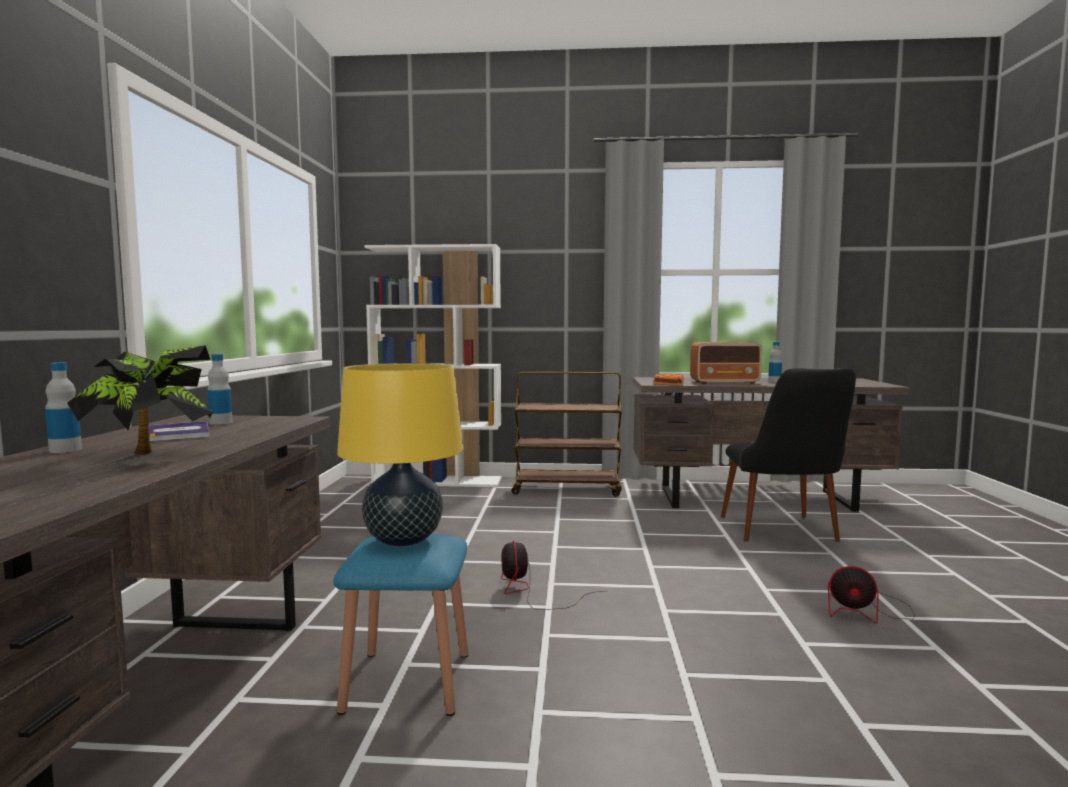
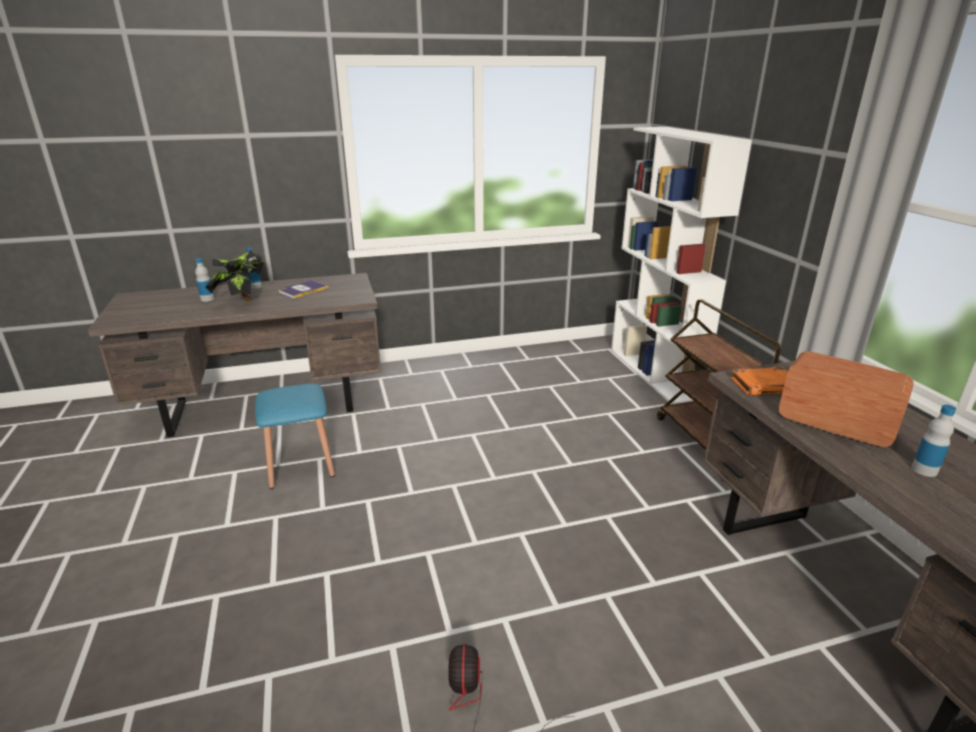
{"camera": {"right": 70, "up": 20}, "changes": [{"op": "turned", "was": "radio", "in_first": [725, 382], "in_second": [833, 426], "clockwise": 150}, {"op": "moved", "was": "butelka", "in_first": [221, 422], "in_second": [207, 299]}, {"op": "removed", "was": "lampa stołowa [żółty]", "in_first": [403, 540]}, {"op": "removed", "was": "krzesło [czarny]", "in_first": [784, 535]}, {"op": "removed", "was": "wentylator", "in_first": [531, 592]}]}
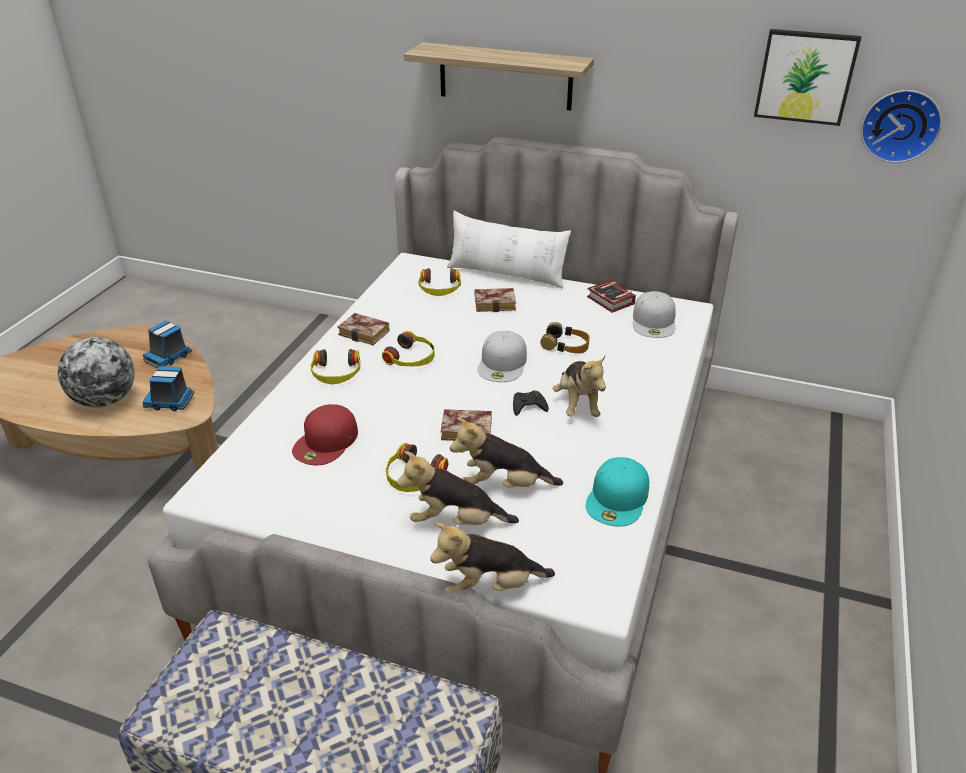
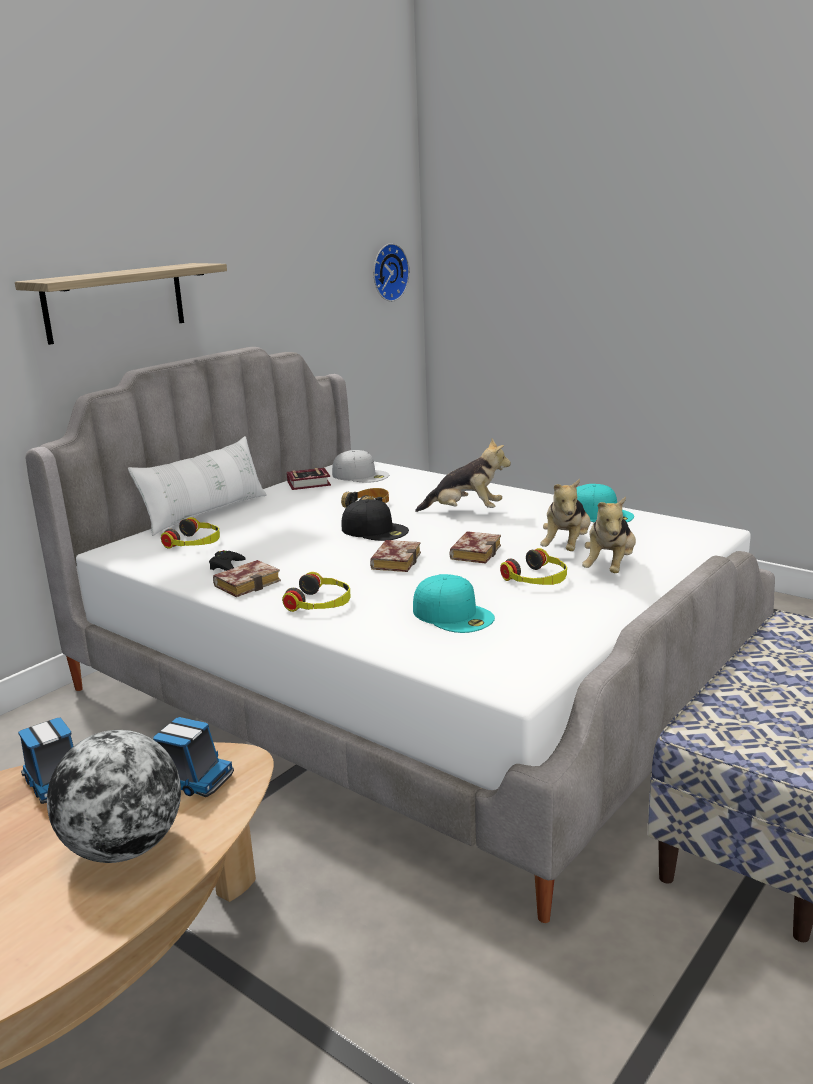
{"camera": {"right": -70, "up": -15}, "changes": [{"op": "removed", "was": "obraz", "in_first": [805, 76]}, {"op": "moved", "was": "książka", "in_first": [496, 303], "in_second": [395, 561]}, {"op": "removed", "was": "słuchawki", "in_first": [411, 358]}, {"op": "recoloured", "was": "czapka z daszkiem [biały]", "now": "czapka z daszkiem [czarny]", "in_first": [503, 363], "in_second": [375, 530]}, {"op": "turned", "was": "ciężarówka zabawkowa", "in_first": [170, 402], "in_second": [191, 780], "clockwise": -90}, {"op": "moved", "was": "pad do gier [czarny]", "in_first": [528, 406], "in_second": [227, 566]}, {"op": "recoloured", "was": "czapka z daszkiem [czerwony]", "now": "czapka z daszkiem [turkusowy]", "in_first": [326, 442], "in_second": [453, 614]}, {"op": "removed", "was": "pluszak", "in_first": [490, 586]}]}
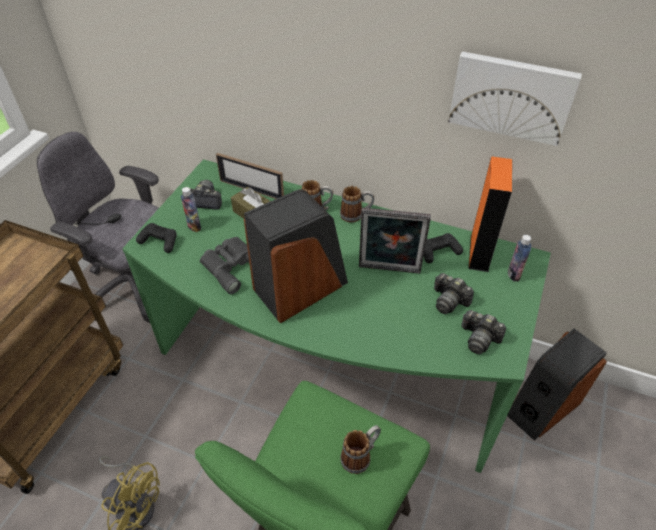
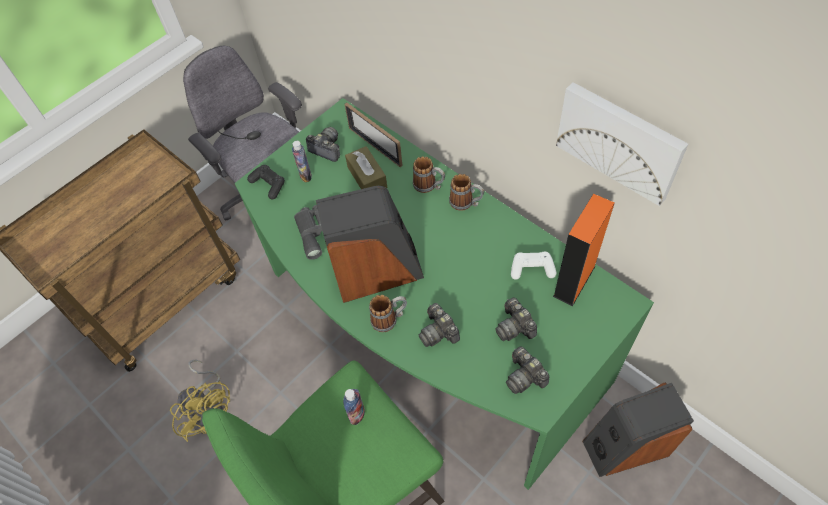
{"camera": {"right": 25, "up": 10}, "changes": [{"op": "removed", "was": "ramka na zdjęcie", "in_first": [389, 271]}, {"op": "recoloured", "was": "pad do gier [czarny]", "now": "pad do gier [biały]", "in_first": [439, 252], "in_second": [532, 269]}, {"op": "moved", "was": "butelka", "in_first": [513, 274], "in_second": [357, 414]}, {"op": "moved", "was": "kubek", "in_first": [360, 456], "in_second": [389, 319]}, {"op": "added", "now": "aparat fotograficzny", "in_second": [438, 332]}]}
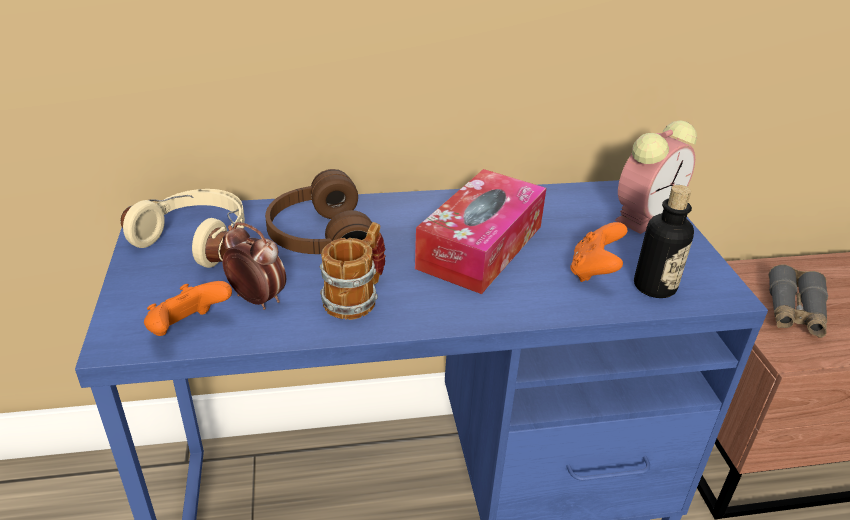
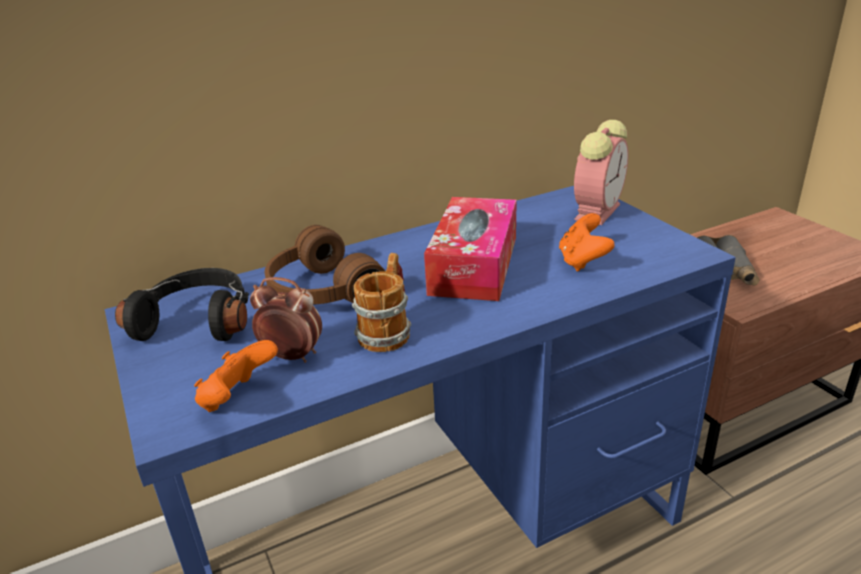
{"camera": {"right": -15, "up": -5}, "changes": [{"op": "removed", "was": "butelka", "in_first": [654, 286]}, {"op": "recoloured", "was": "słuchawki [beżowy]", "now": "słuchawki [czarny]", "in_first": [198, 239], "in_second": [198, 320]}]}
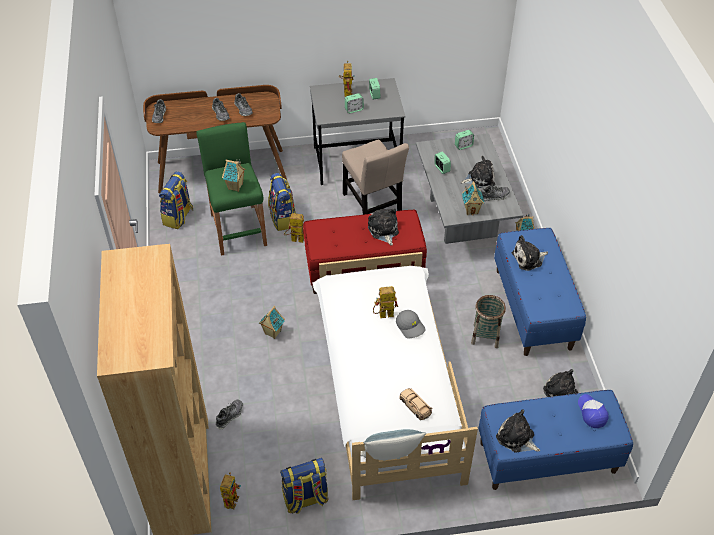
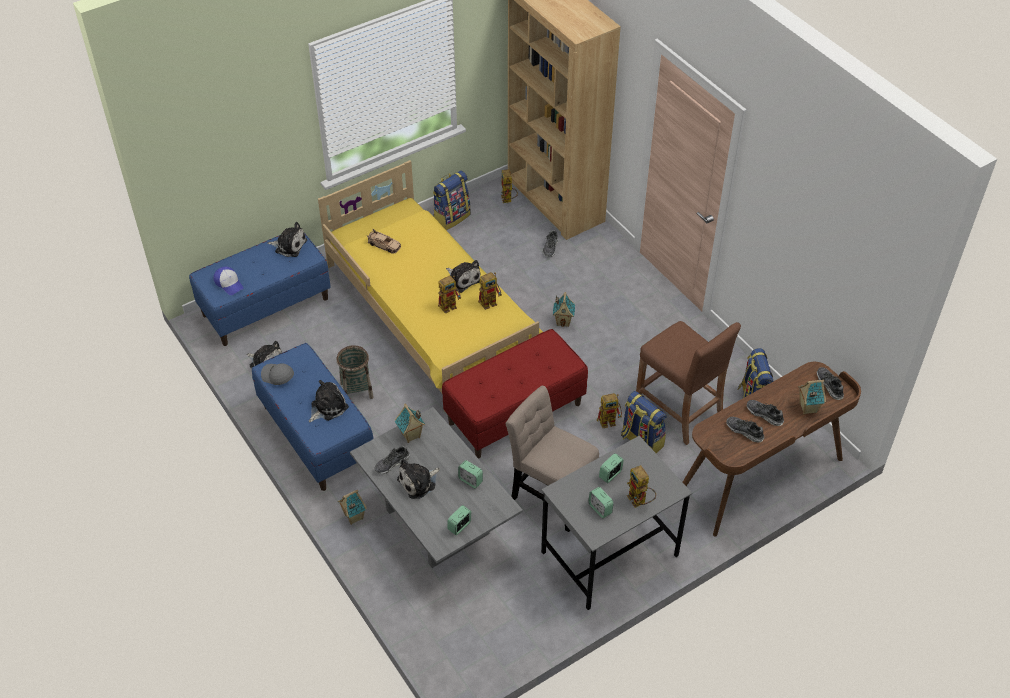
{"camera": {"right": 155, "up": 0}, "changes": [{"op": "recoloured", "was": "stołek [zielony]", "now": "stołek [brązowy]", "in_first": [238, 229], "in_second": [678, 410]}, {"op": "moved", "was": "domek", "in_first": [235, 187], "in_second": [807, 408]}, {"op": "moved", "was": "pluszak", "in_first": [383, 231], "in_second": [462, 279]}, {"op": "recoloured", "was": "łóżko [biały]", "now": "łóżko [żółty]", "in_first": [387, 385], "in_second": [430, 314]}, {"op": "moved", "was": "czapka z daszkiem [szary]", "in_first": [410, 326], "in_second": [277, 376]}, {"op": "removed", "was": "poduszka", "in_first": [391, 457]}, {"op": "added", "now": "robot zabawkowy", "in_second": [491, 302]}]}
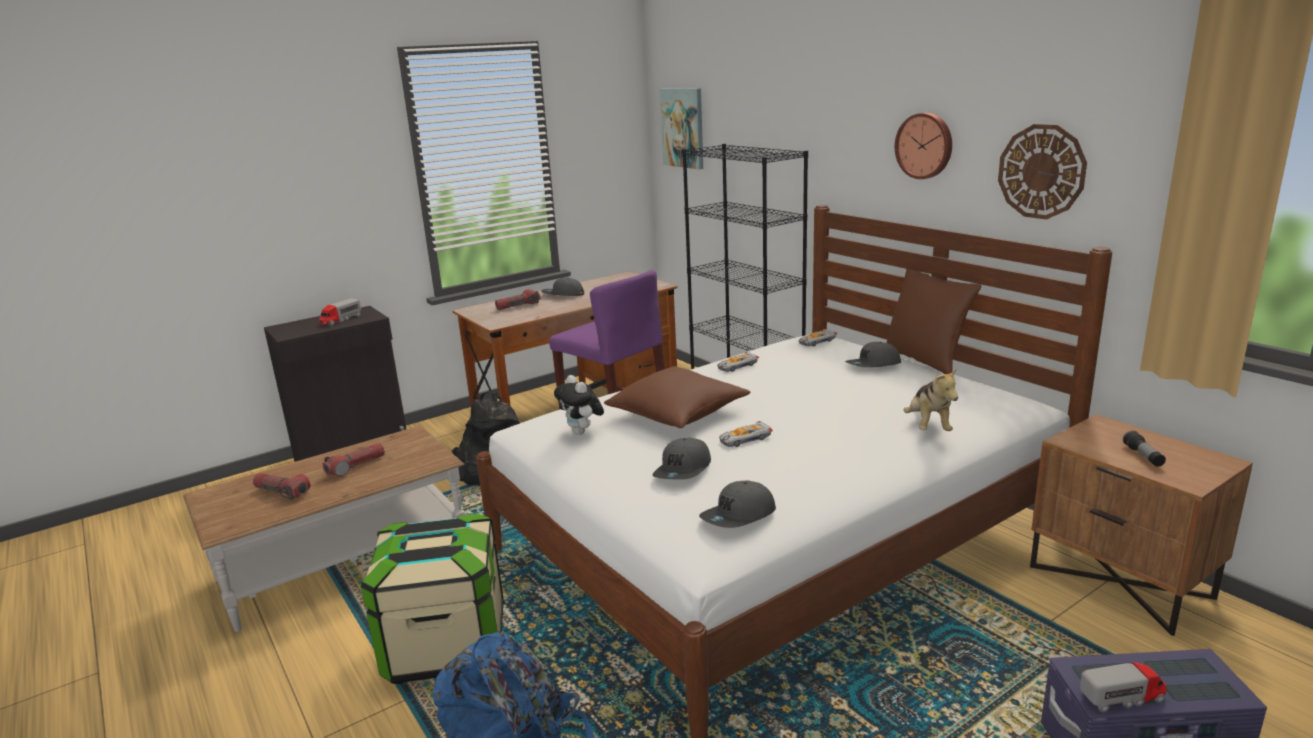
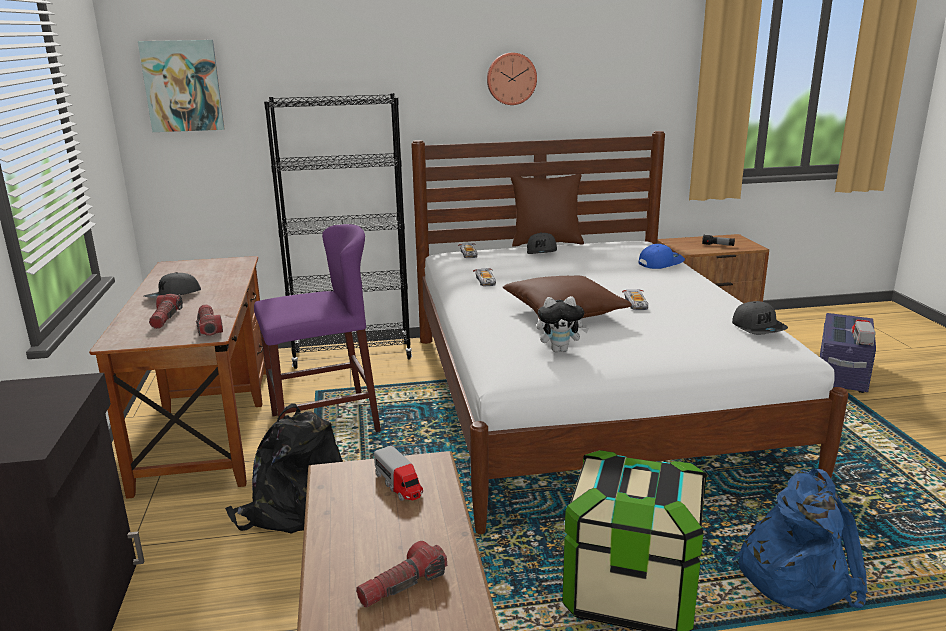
{"camera": {"right": -65, "up": 0}, "changes": [{"op": "removed", "was": "zegar ścienny", "in_first": [1041, 171]}, {"op": "moved", "was": "ciężarówka zabawkowa", "in_first": [340, 320], "in_second": [399, 484]}, {"op": "replaced", "was": "pluszak", "now": "czapka z daszkiem [niebieski]", "in_first": [928, 426], "in_second": [660, 262]}, {"op": "removed", "was": "czapka z daszkiem [szary]", "in_first": [683, 470]}, {"op": "moved", "was": "latarka", "in_first": [356, 467], "in_second": [209, 328]}]}
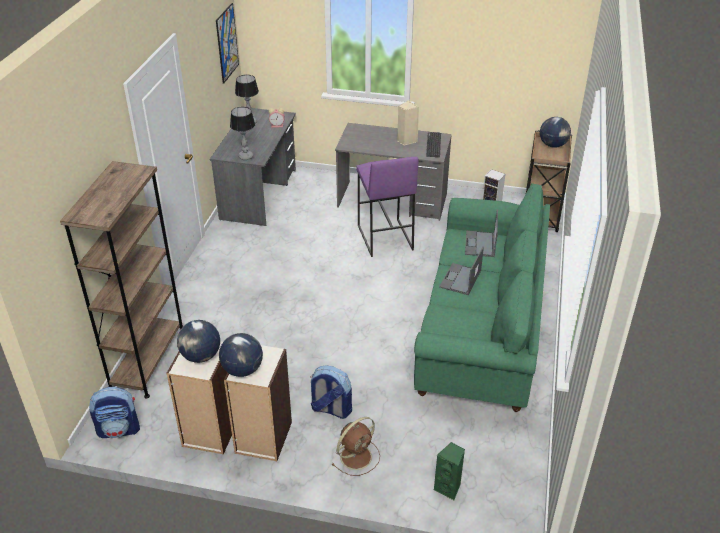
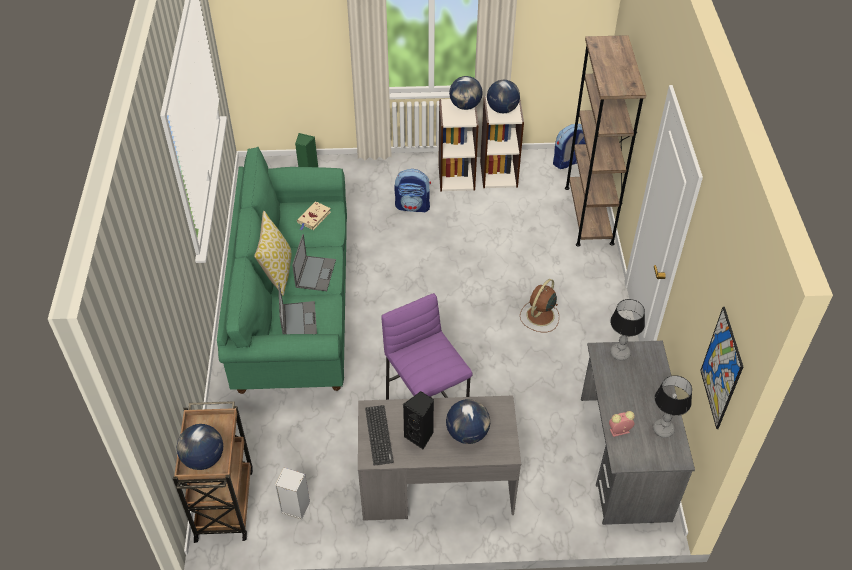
{"camera": {"right": 165, "up": 10}, "changes": [{"op": "recoloured", "was": "głośnik [beżowy]", "now": "głośnik [czarny]", "in_first": [406, 141], "in_second": [420, 436]}, {"op": "moved", "was": "wentylator [brązowy]", "in_first": [357, 456], "in_second": [539, 316]}, {"op": "added", "now": "książka [beżowy]", "in_second": [313, 218]}, {"op": "added", "now": "poduszka", "in_second": [277, 272]}, {"op": "added", "now": "globus", "in_second": [467, 433]}]}
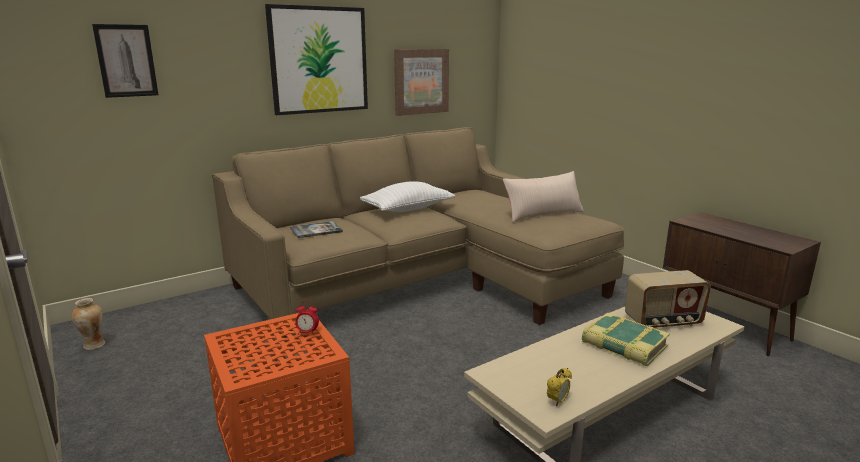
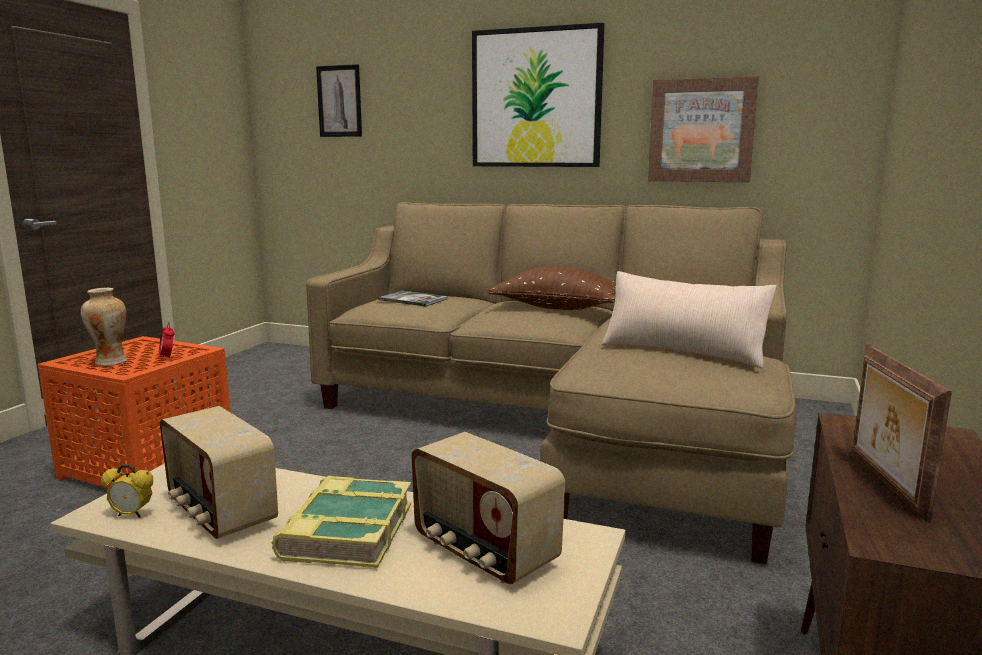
{"camera": {"right": 55, "up": -5}, "changes": [{"op": "recoloured", "was": "poduszka [biały]", "now": "poduszka [brązowy]", "in_first": [408, 209], "in_second": [558, 308]}, {"op": "moved", "was": "wazon", "in_first": [94, 345], "in_second": [110, 362]}, {"op": "added", "now": "ramka na zdjęcie", "in_second": [884, 483]}, {"op": "added", "now": "radio", "in_second": [220, 513]}]}
